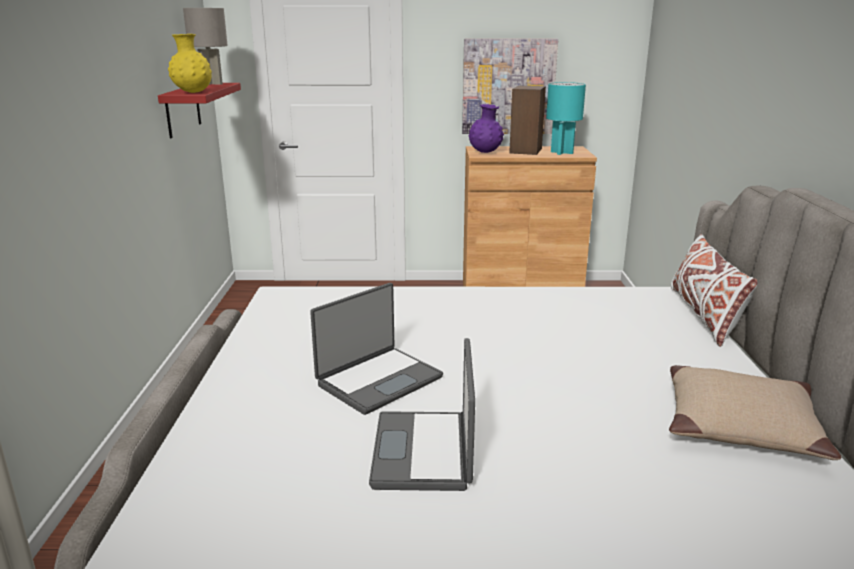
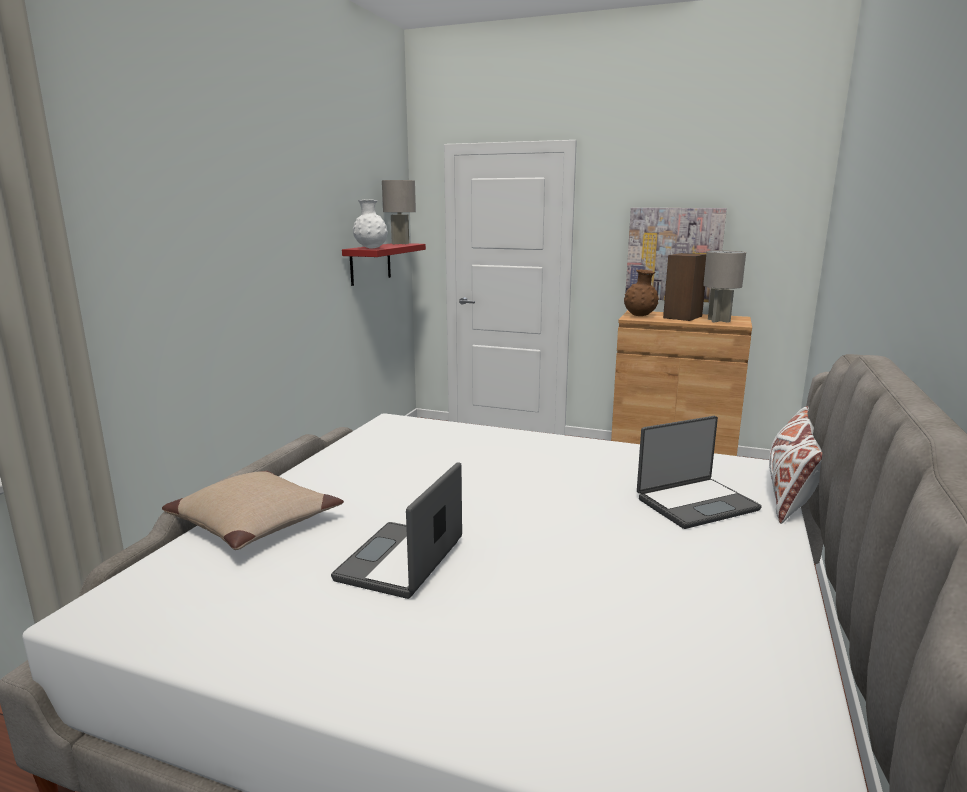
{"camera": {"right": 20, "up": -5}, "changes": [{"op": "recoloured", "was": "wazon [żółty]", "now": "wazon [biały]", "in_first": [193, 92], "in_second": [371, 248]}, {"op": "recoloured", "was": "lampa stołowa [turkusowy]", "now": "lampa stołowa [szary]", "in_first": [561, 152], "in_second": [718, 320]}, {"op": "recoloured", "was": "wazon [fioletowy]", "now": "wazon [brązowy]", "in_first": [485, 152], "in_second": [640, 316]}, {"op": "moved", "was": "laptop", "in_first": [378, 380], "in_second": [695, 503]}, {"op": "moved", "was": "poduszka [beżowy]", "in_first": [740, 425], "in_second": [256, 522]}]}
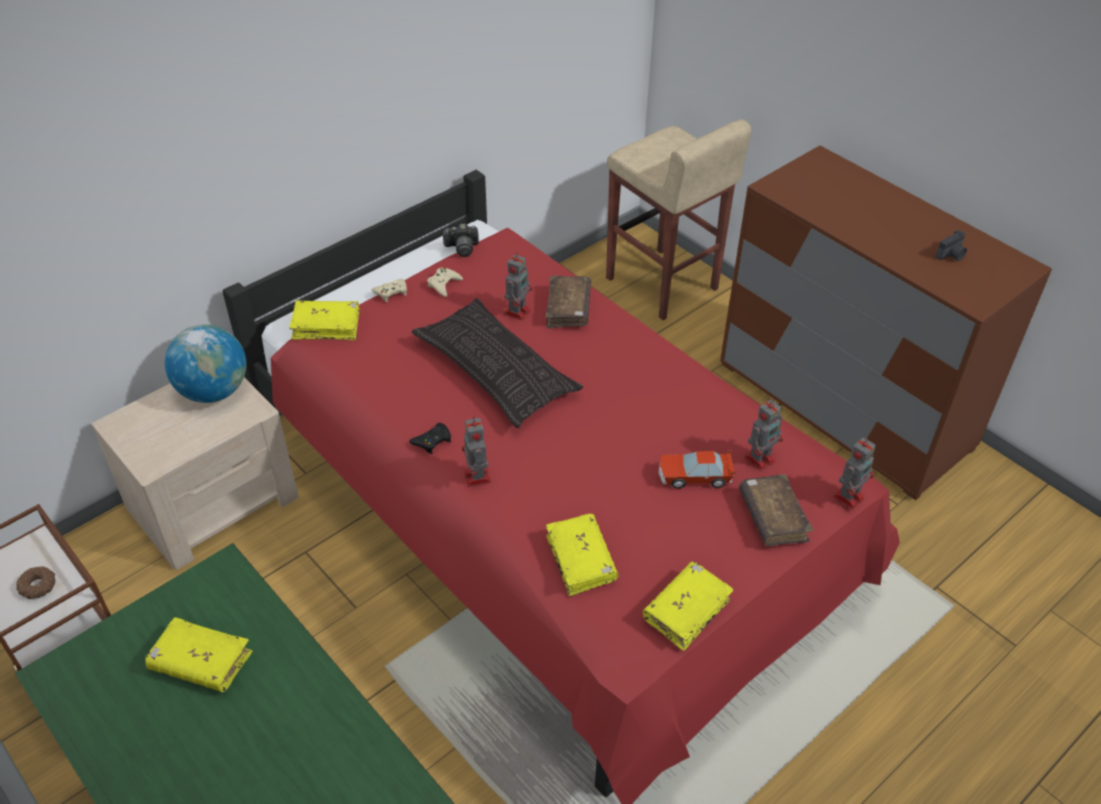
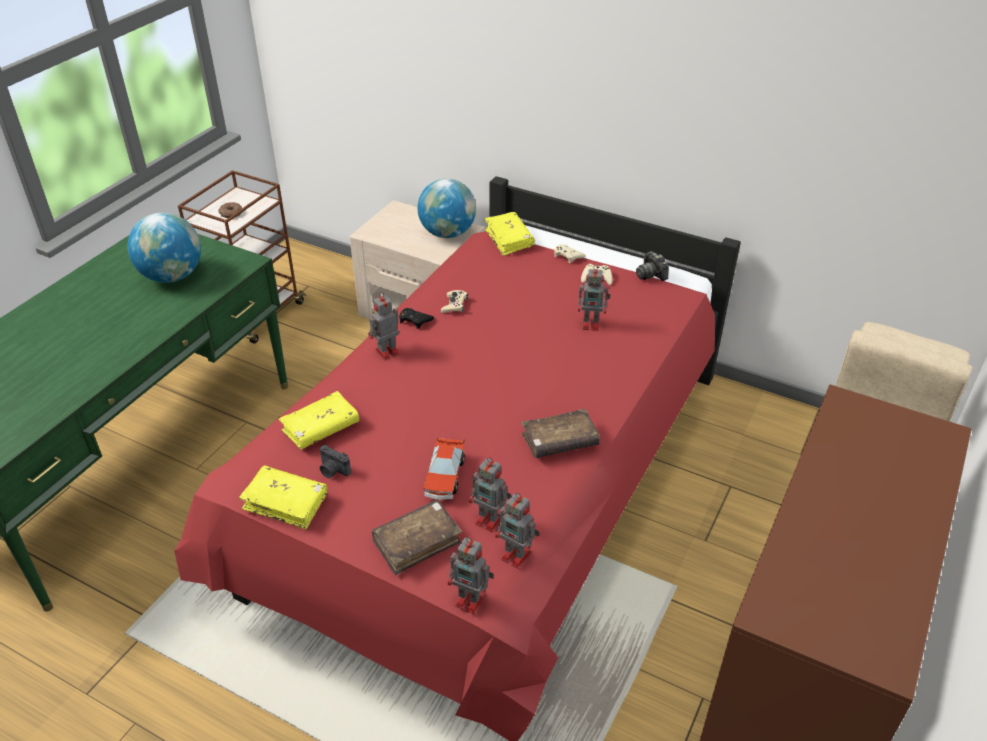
{"camera": {"right": 70, "up": -5}, "changes": [{"op": "moved", "was": "aparat fotograficzny", "in_first": [951, 255], "in_second": [333, 471]}, {"op": "moved", "was": "książka [brązowy]", "in_first": [568, 309], "in_second": [560, 441]}, {"op": "removed", "was": "poduszka", "in_first": [496, 370]}, {"op": "turned", "was": "samochodzik", "in_first": [694, 476], "in_second": [444, 477], "clockwise": -150}, {"op": "replaced", "was": "książka [żółty]", "now": "globus", "in_first": [201, 662], "in_second": [172, 276]}, {"op": "added", "now": "pad do gier [beżowy]", "in_second": [455, 305]}, {"op": "added", "now": "robot zabawkowy", "in_second": [517, 556]}]}
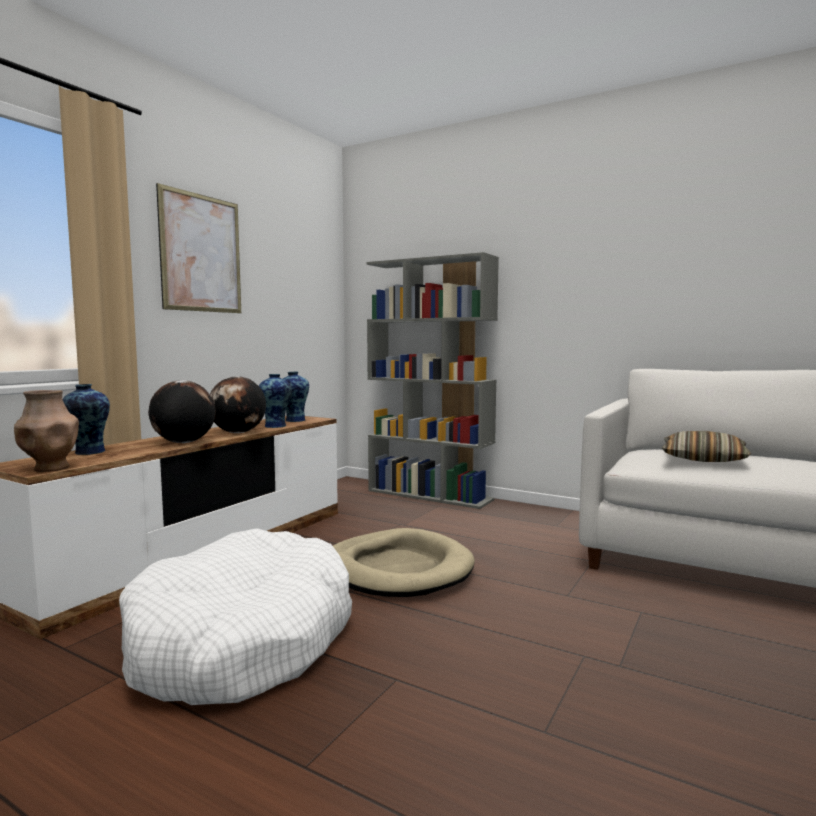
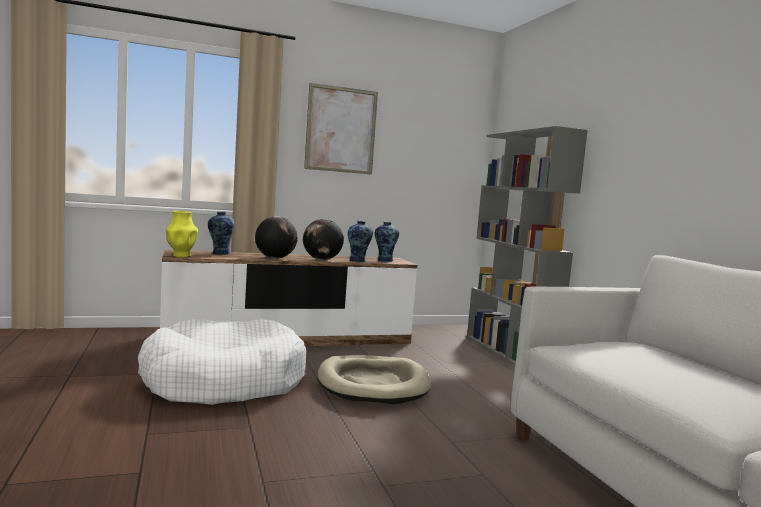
{"camera": {"right": 40, "up": 0}, "changes": [{"op": "recoloured", "was": "wazon [brązowy]", "now": "wazon [żółty]", "in_first": [50, 468], "in_second": [181, 256]}, {"op": "removed", "was": "poduszka", "in_first": [703, 459]}]}
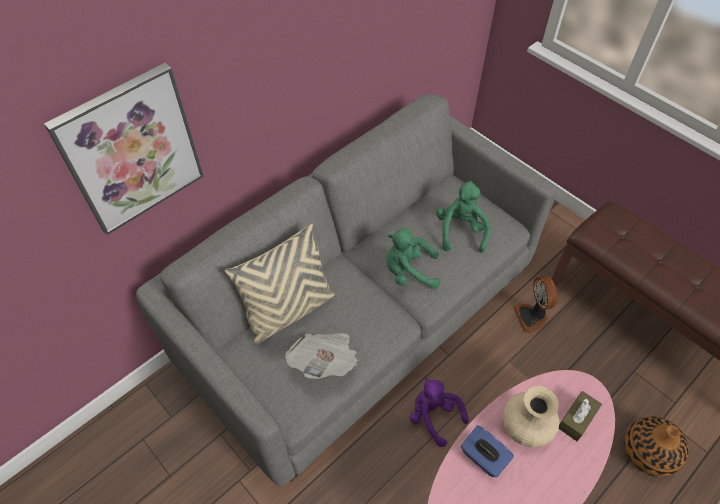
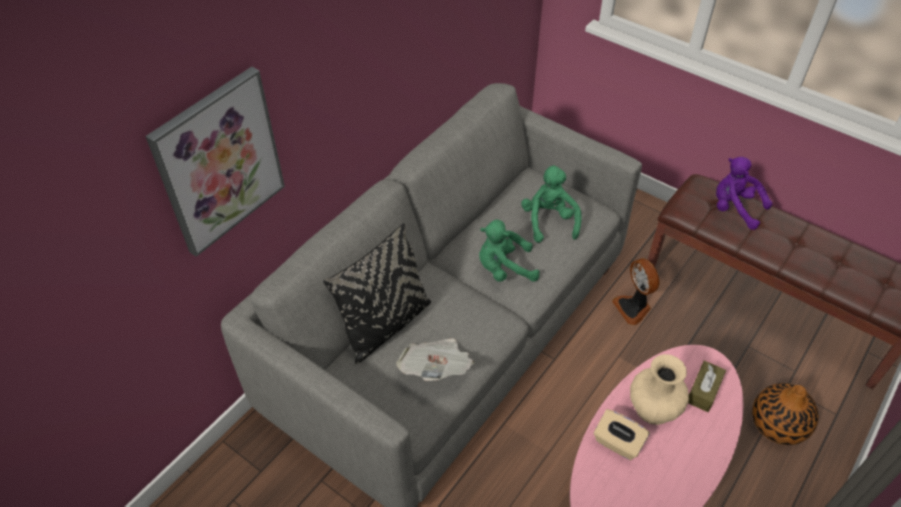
{"camera": {"right": -10, "up": -5}, "changes": [{"op": "recoloured", "was": "poduszka [beżowy]", "now": "poduszka [czarny]", "in_first": [289, 311], "in_second": [385, 325]}, {"op": "moved", "was": "pluszak [fioletowy]", "in_first": [433, 416], "in_second": [734, 208]}, {"op": "recoloured", "was": "pudełko chusteczek [niebieski]", "now": "pudełko chusteczek [beżowy]", "in_first": [483, 457], "in_second": [617, 443]}]}
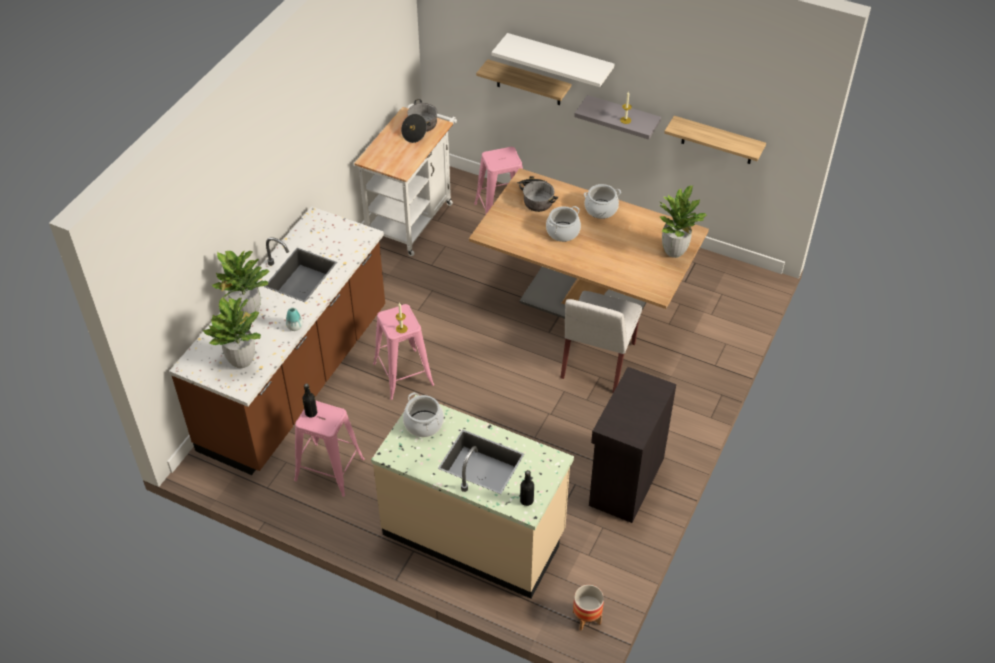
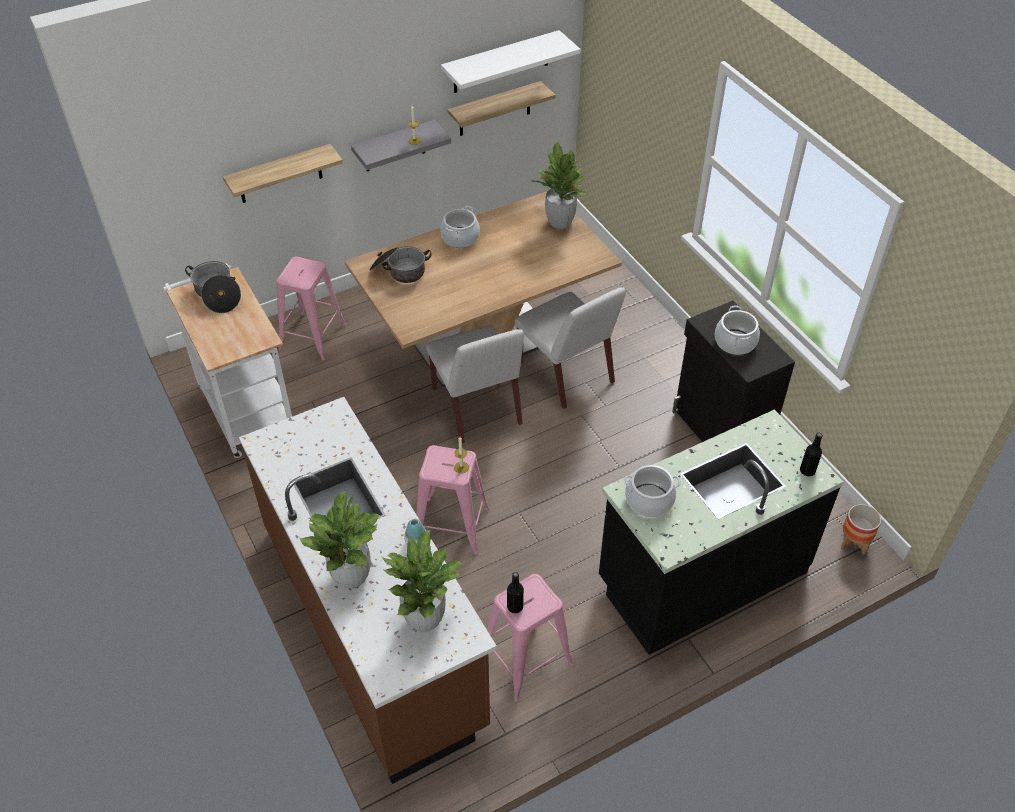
{"camera": {"right": -55, "up": 0}, "changes": [{"op": "moved", "was": "półka [biały]", "in_first": [559, 60], "in_second": [501, 62]}, {"op": "moved", "was": "garnek", "in_first": [562, 232], "in_second": [735, 342]}, {"op": "recoloured", "was": "zabudowa kuchenna [beżowy]", "now": "zabudowa kuchenna [czarny]", "in_first": [474, 533], "in_second": [701, 576]}, {"op": "added", "now": "krzesło [biały]", "in_second": [477, 407]}]}
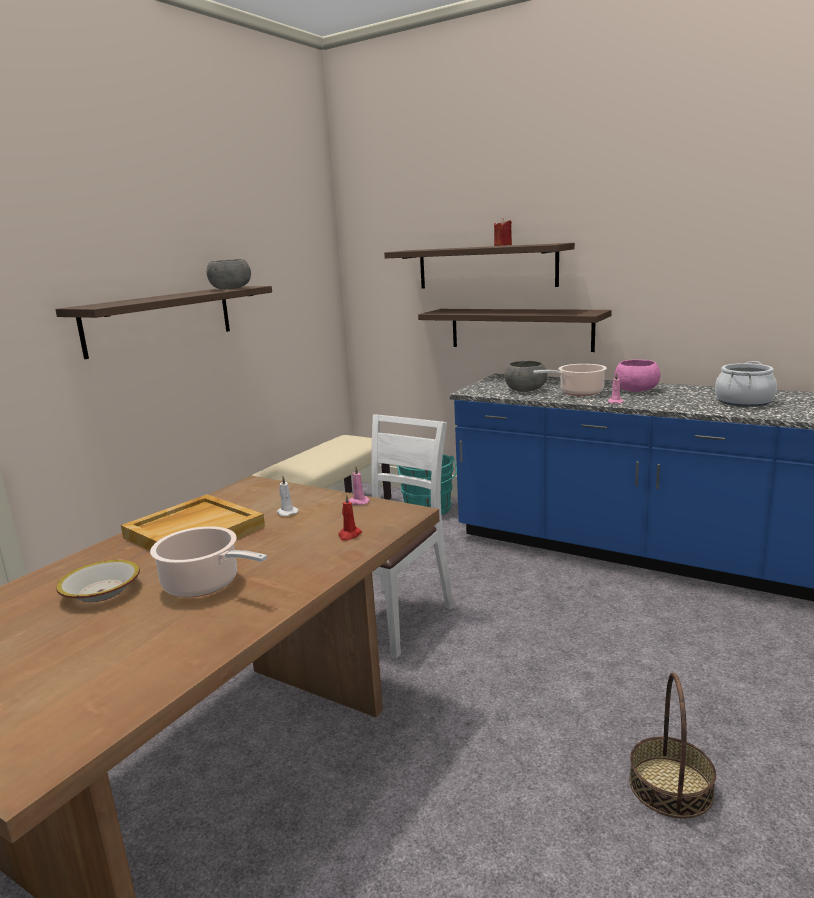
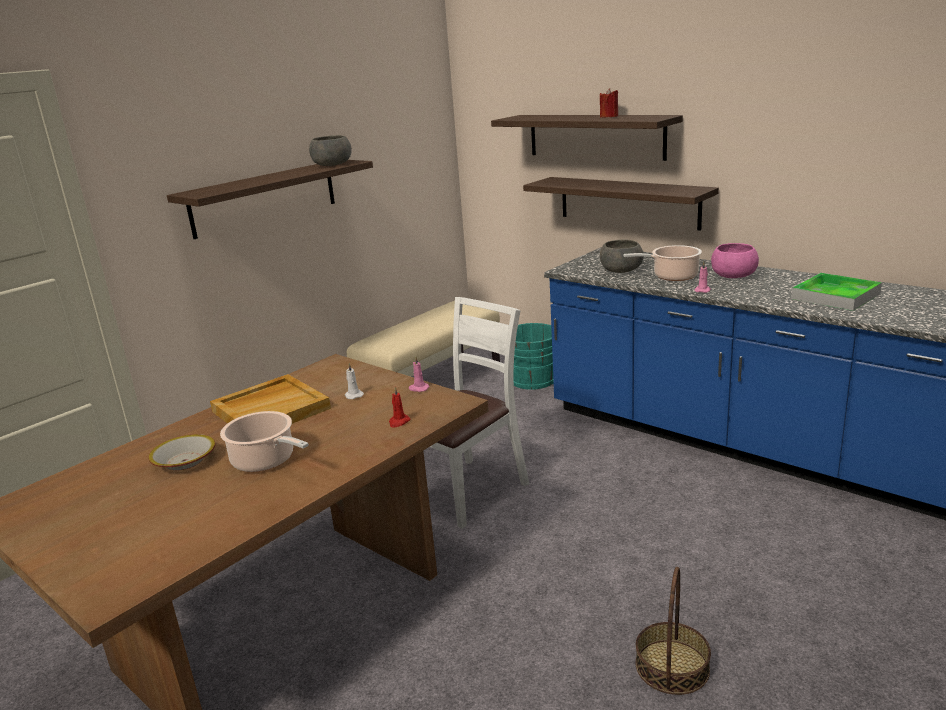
{"camera": {"right": 10, "up": 5}, "changes": [{"op": "replaced", "was": "garnek", "now": "taca", "in_first": [743, 401], "in_second": [835, 296]}]}
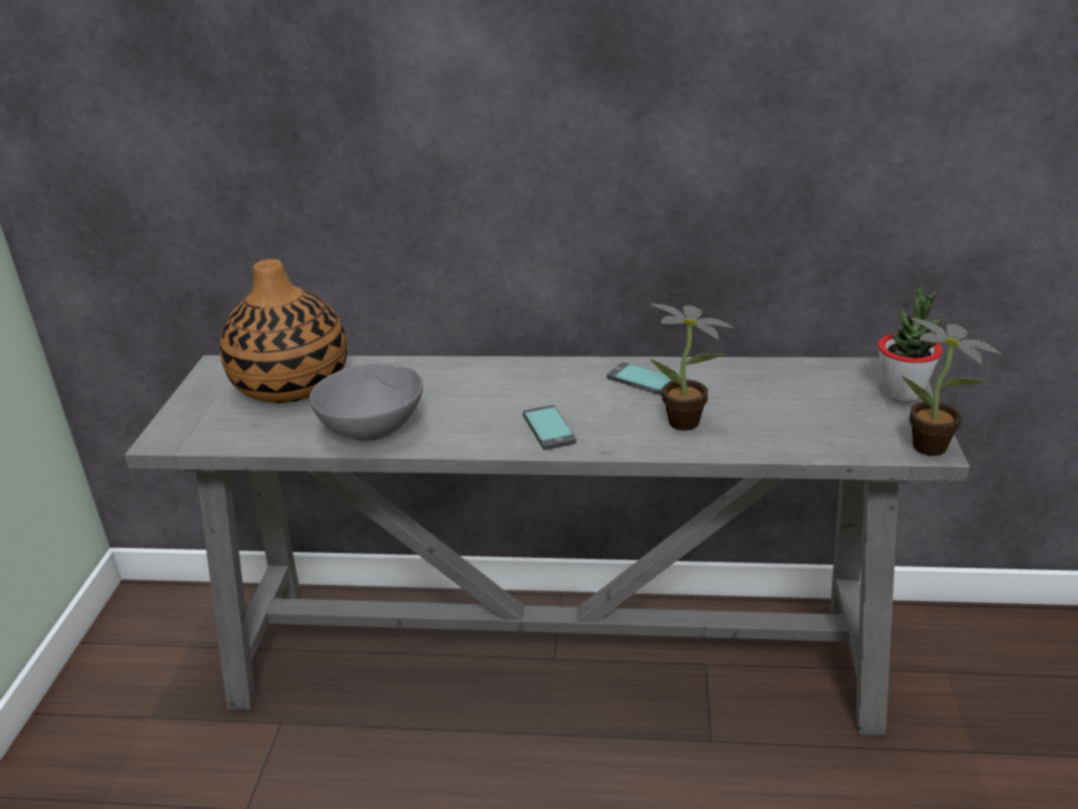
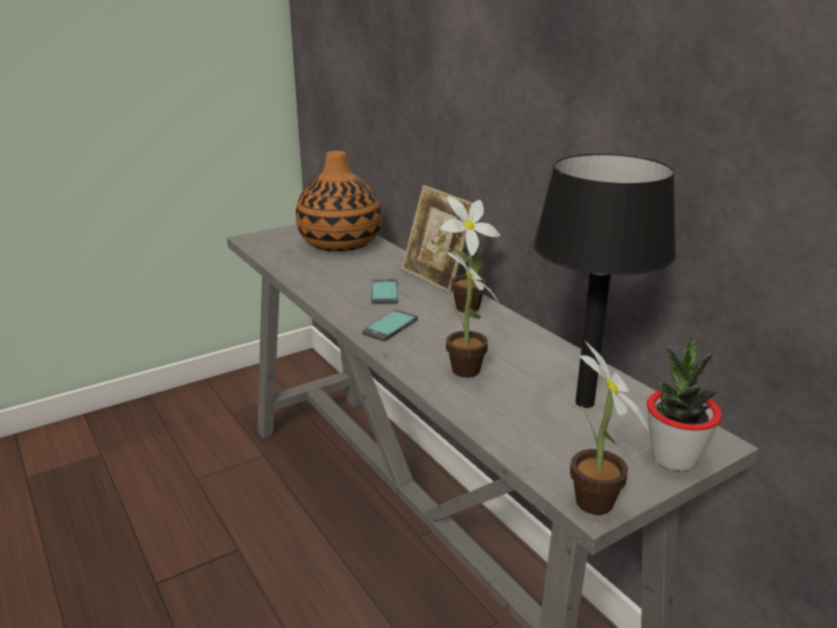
{"camera": {"right": 50, "up": -5}, "changes": [{"op": "moved", "was": "telefon", "in_first": [642, 380], "in_second": [384, 292]}, {"op": "removed", "was": "miska [szary]", "in_first": [372, 428]}, {"op": "added", "now": "lampa stołowa [czarny]", "in_second": [584, 403]}, {"op": "added", "now": "ramka na zdjęcie", "in_second": [436, 278]}, {"op": "added", "now": "roślina doniczkowa", "in_second": [463, 308]}]}
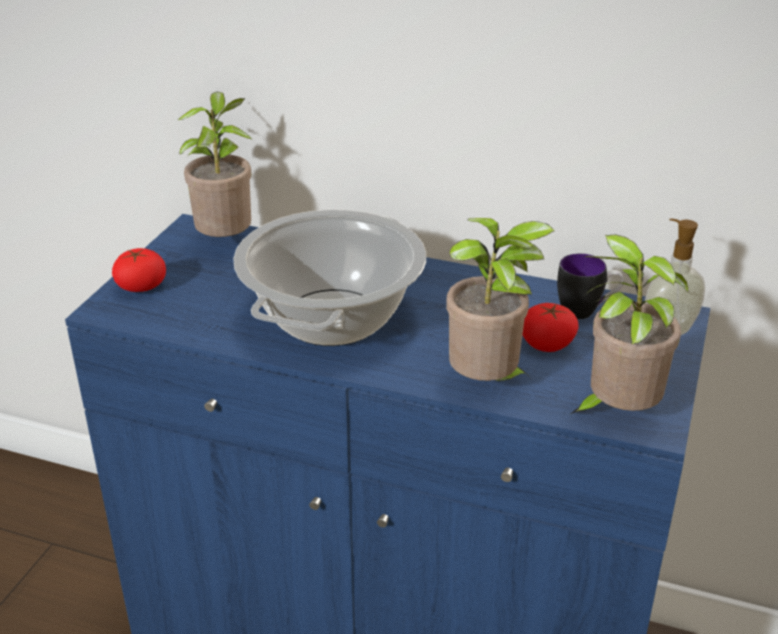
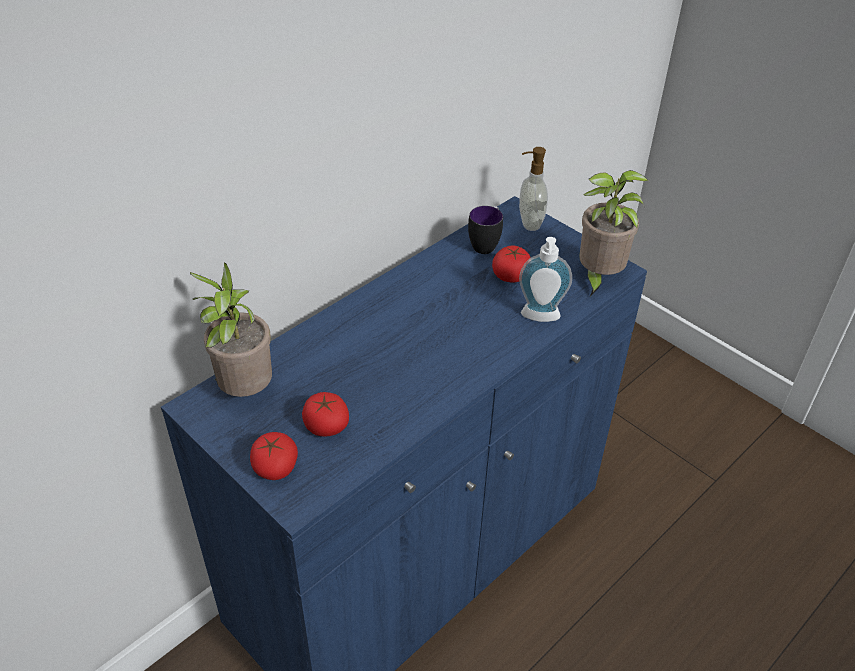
{"camera": {"right": -65, "up": 10}, "changes": [{"op": "removed", "was": "garnek", "in_first": [333, 318]}, {"op": "replaced", "was": "roślina doniczkowa", "now": "dozownik mydła", "in_first": [487, 384], "in_second": [540, 318]}, {"op": "added", "now": "pomidor", "in_second": [326, 426]}]}
